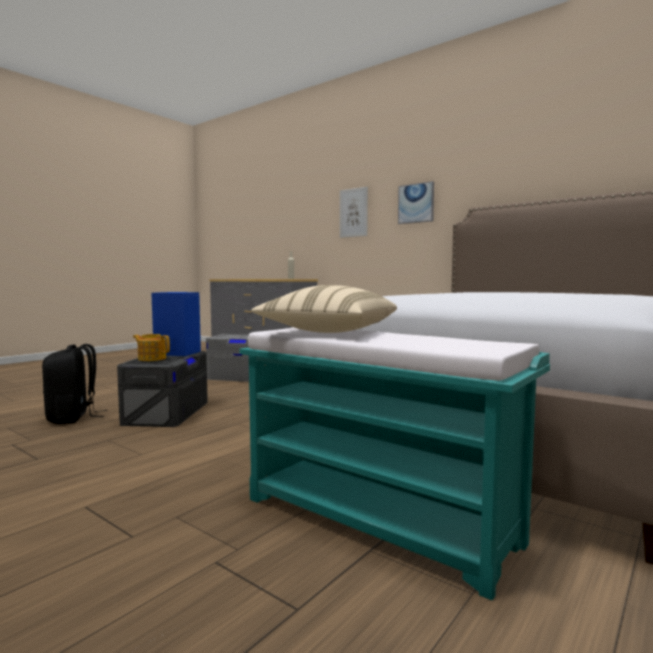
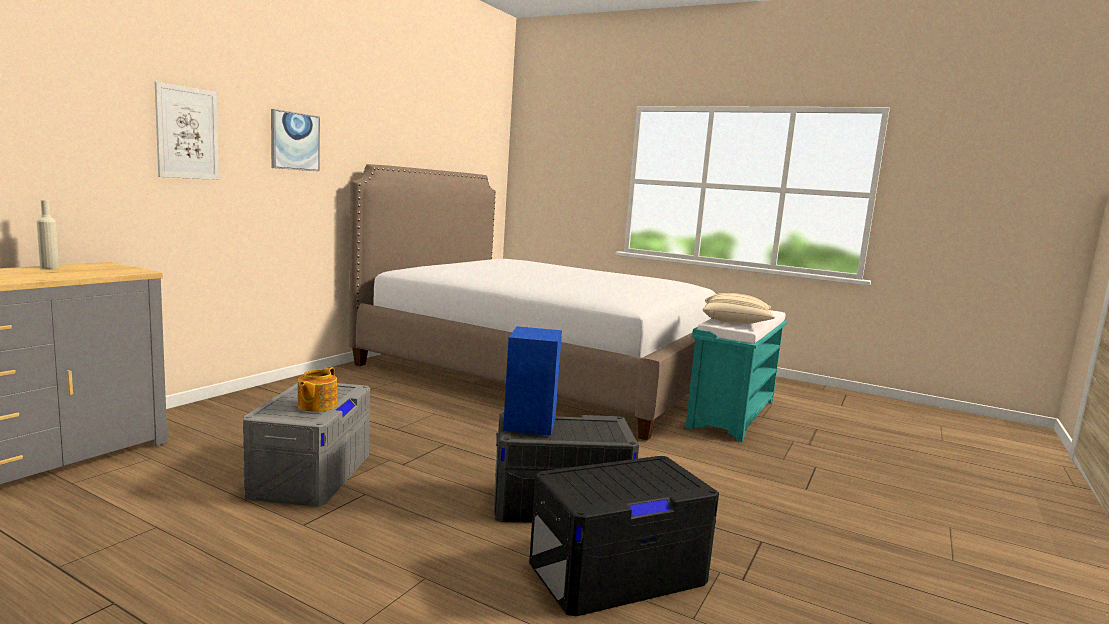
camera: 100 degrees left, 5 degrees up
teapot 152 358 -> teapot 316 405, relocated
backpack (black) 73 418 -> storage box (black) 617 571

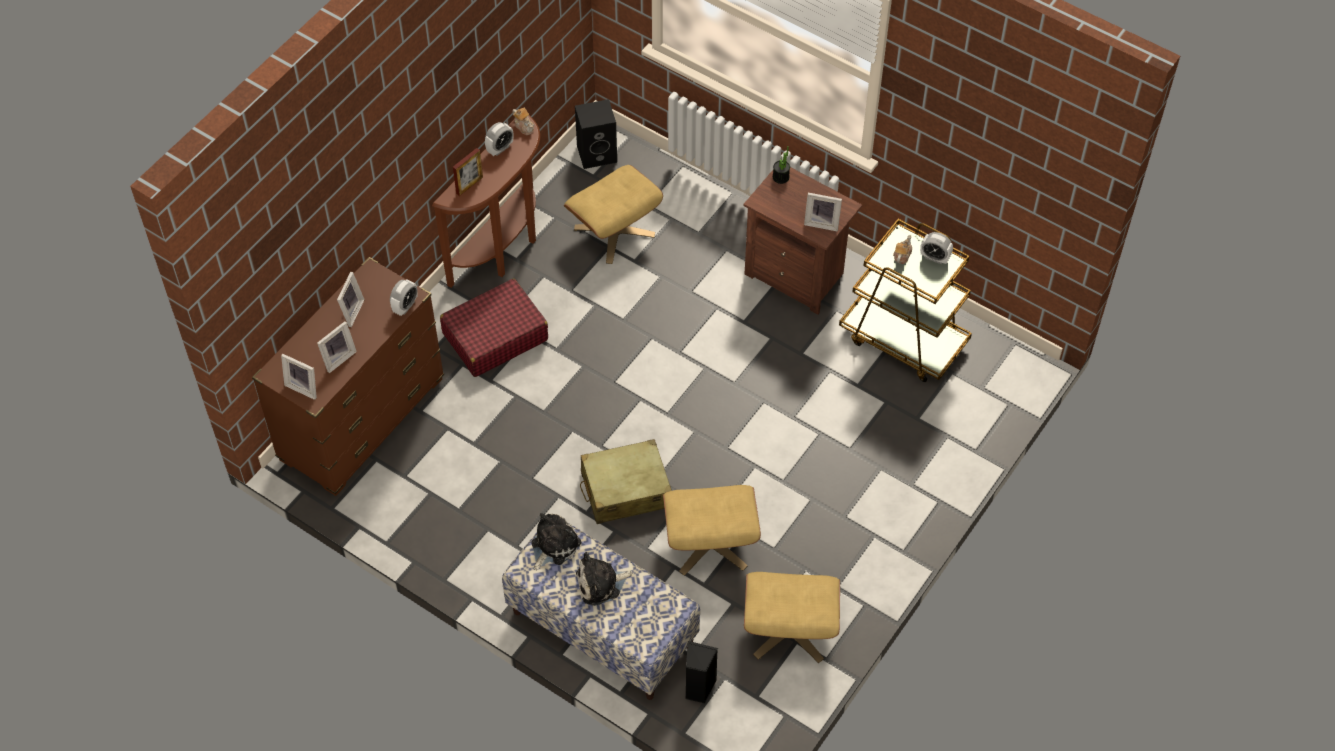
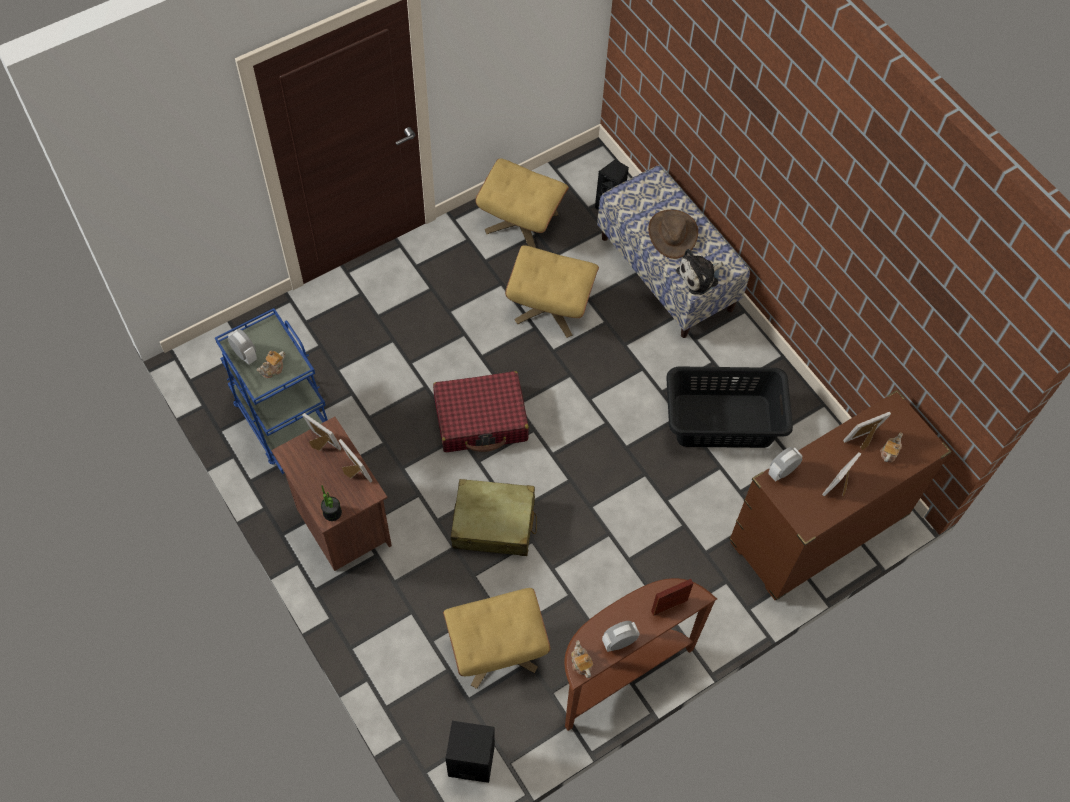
camera: 160 degrees left, 5 degrees up
none -> laundry basket (black) 723 422
none -> teapot 889 452
picture frame 304 386 -> picture frame 354 473, relocated
suitcase (red) 494 336 -> suitcase (red) 481 419, relocated
suitcase (beige) 625 490 -> suitcase (beige) 494 524, relocated
plush toy 601 584 -> hat (brown) 672 234
cart (brown) 904 339 -> cart (blue) 284 421

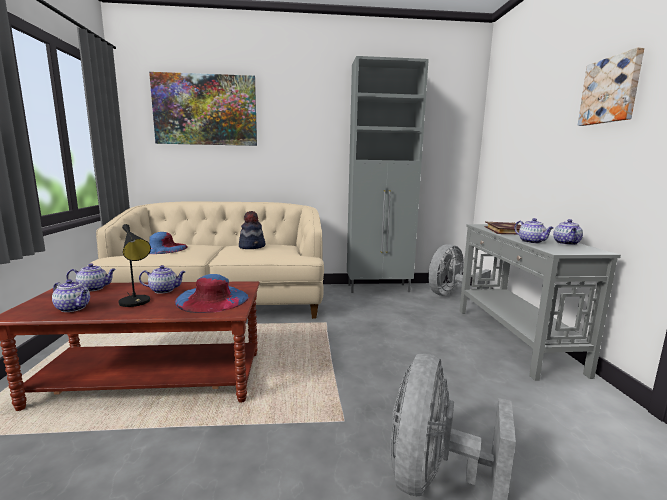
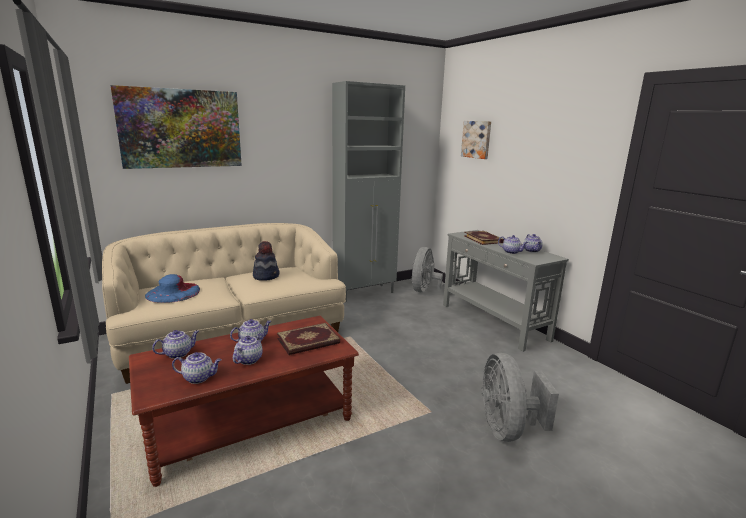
camera: 25 degrees left, 5 degrees up
picture 611 90 -> picture 477 139, relocated
table lamp (black) 137 303 -> teapot 249 359
hat (blue) 212 299 -> book 308 341

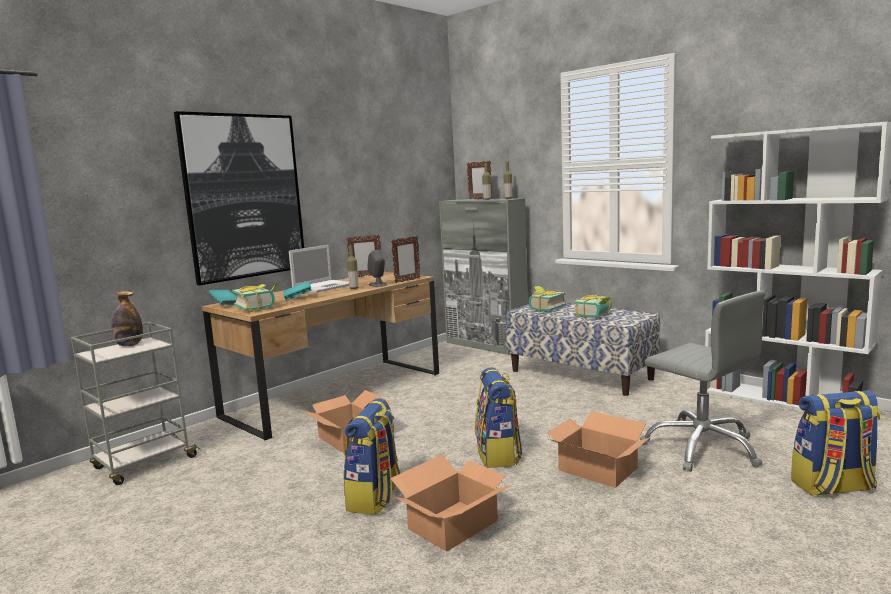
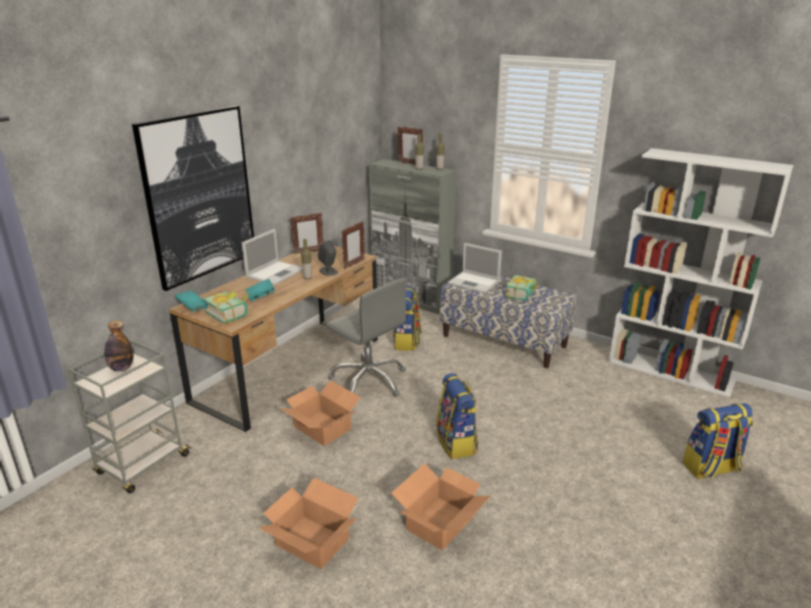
camera: 10 degrees left, 15 degrees up
backpack 376 498 -> backpack 407 342, relocated
cardboard box 598 470 -> cardboard box 312 542, relocated
office chair (grey) 702 447 -> office chair (grey) 369 381, relocated
book 544 308 -> laptop 474 282

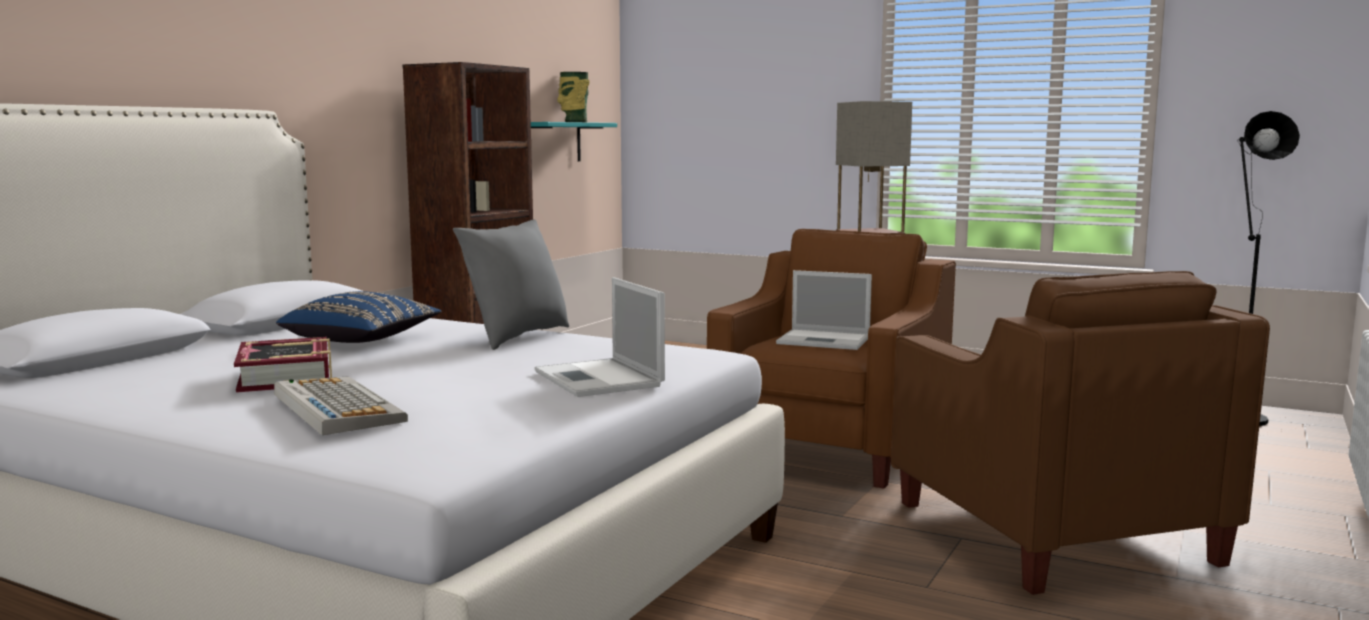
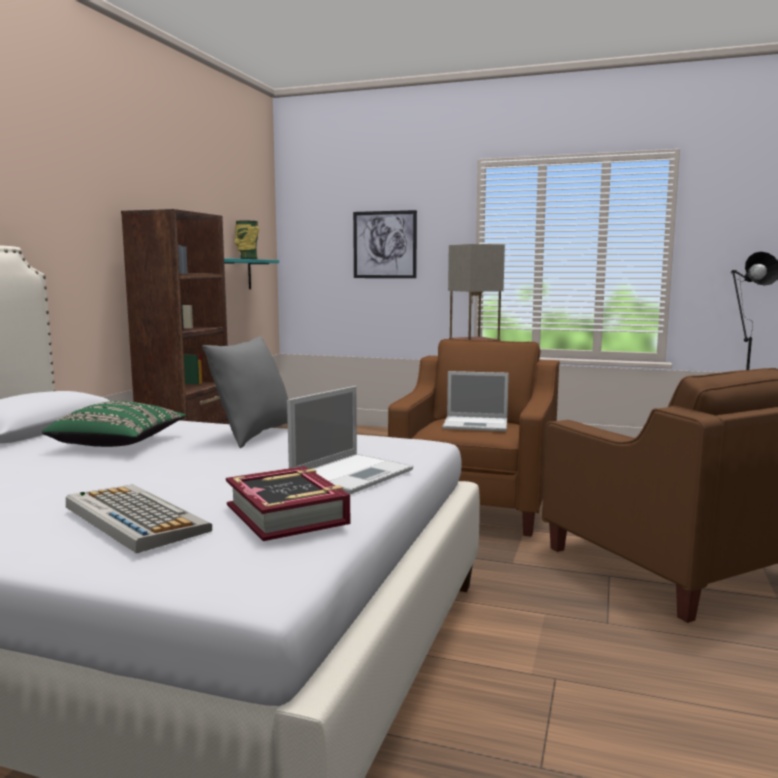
camera: 10 degrees left, 0 degrees up
none -> picture 384 244
book 286 377 -> book 287 514, relocated
pillow (blue) 362 340 -> pillow (green) 119 443
laptop 600 379 -> laptop 353 474, 105 degrees counterclockwise

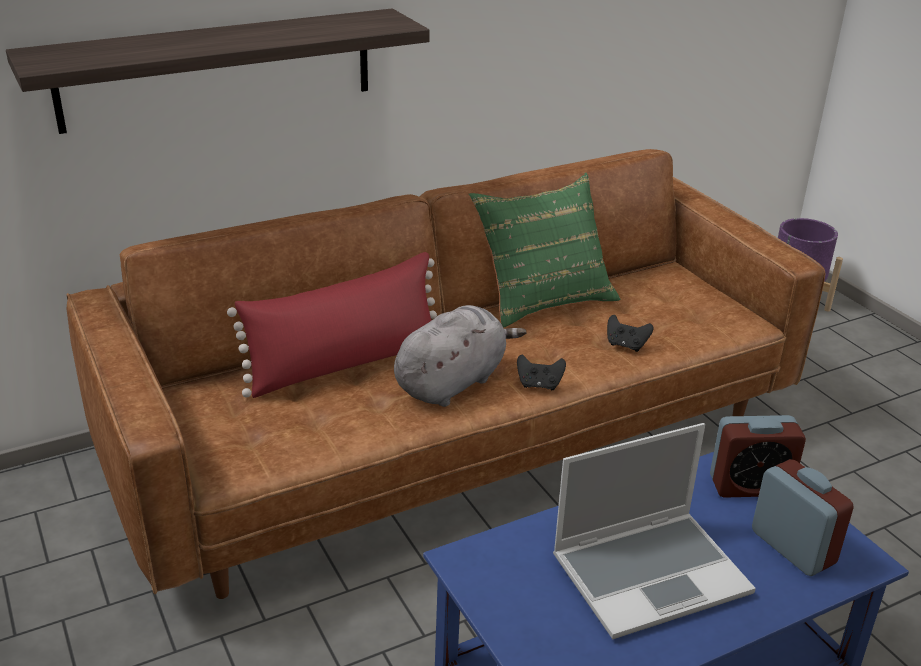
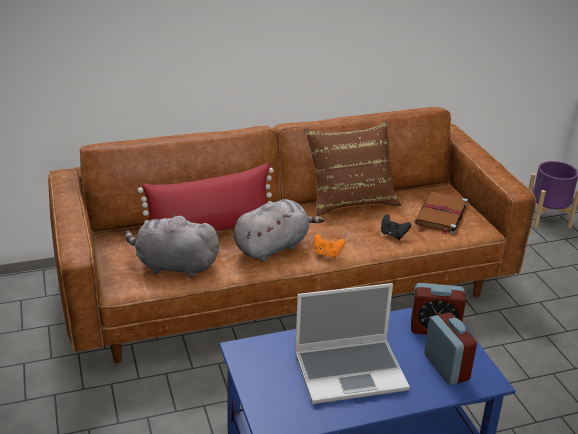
camera: 10 degrees right, 0 degrees up
shelf 218 69 -> none
none -> plush toy (grey) 174 266
none -> book (brown) 441 215
pillow (green) 543 298 -> pillow (brown) 350 200
game controller (black) 539 385 -> game controller (orange) 327 254

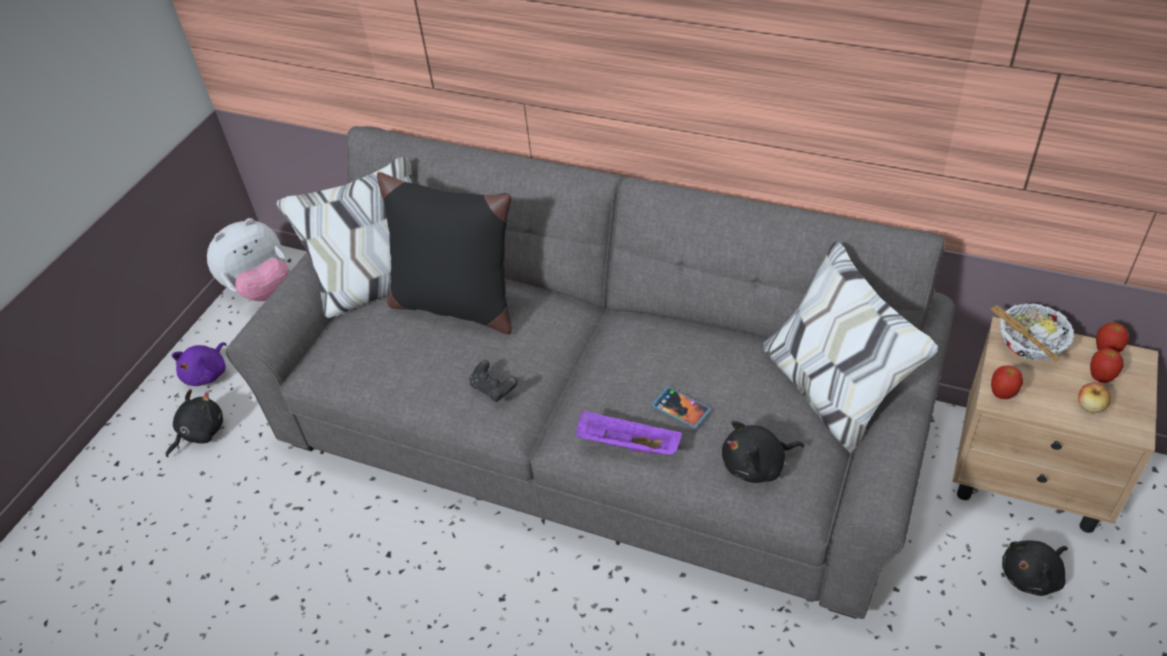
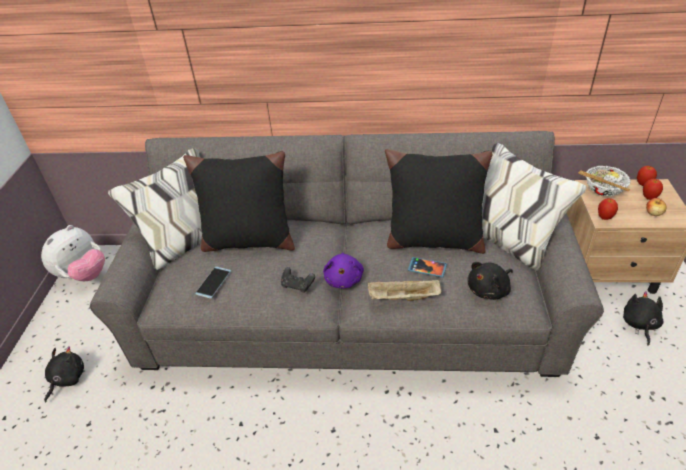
camera: 20 degrees left, 5 degrees down
none -> phone 213 282
none -> pillow (black) 433 240
plush toy (purple) 208 374 -> plush toy (purple) 344 279, relocated
tray (purple) 626 445 -> tray (beige) 403 298
plush toy (black) 1032 575 -> plush toy (black) 639 324, 150 degrees clockwise

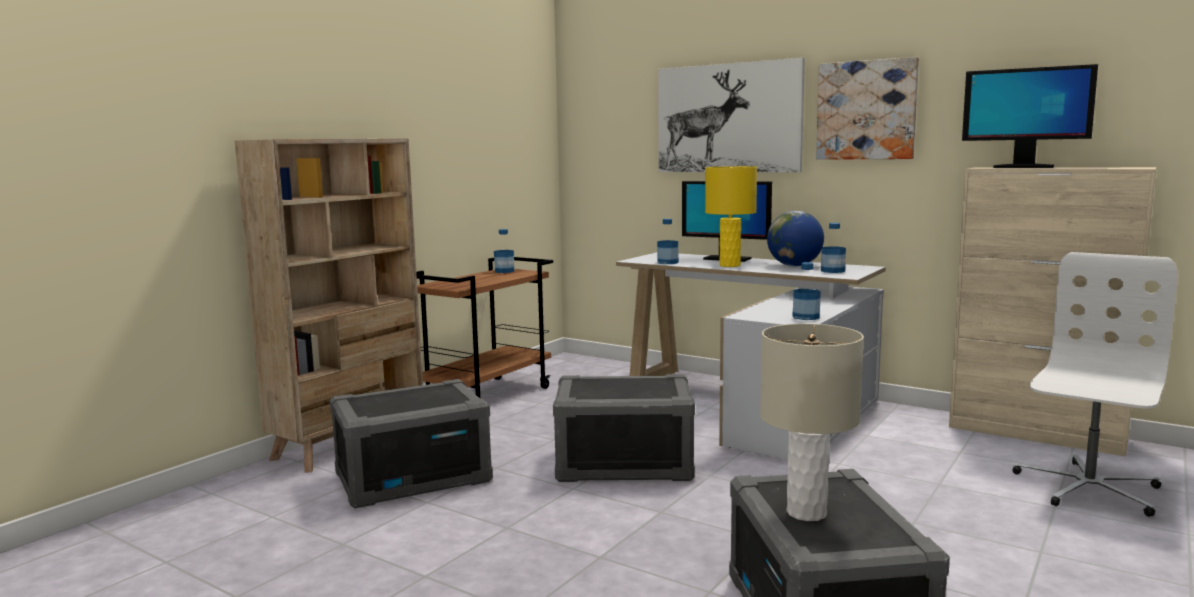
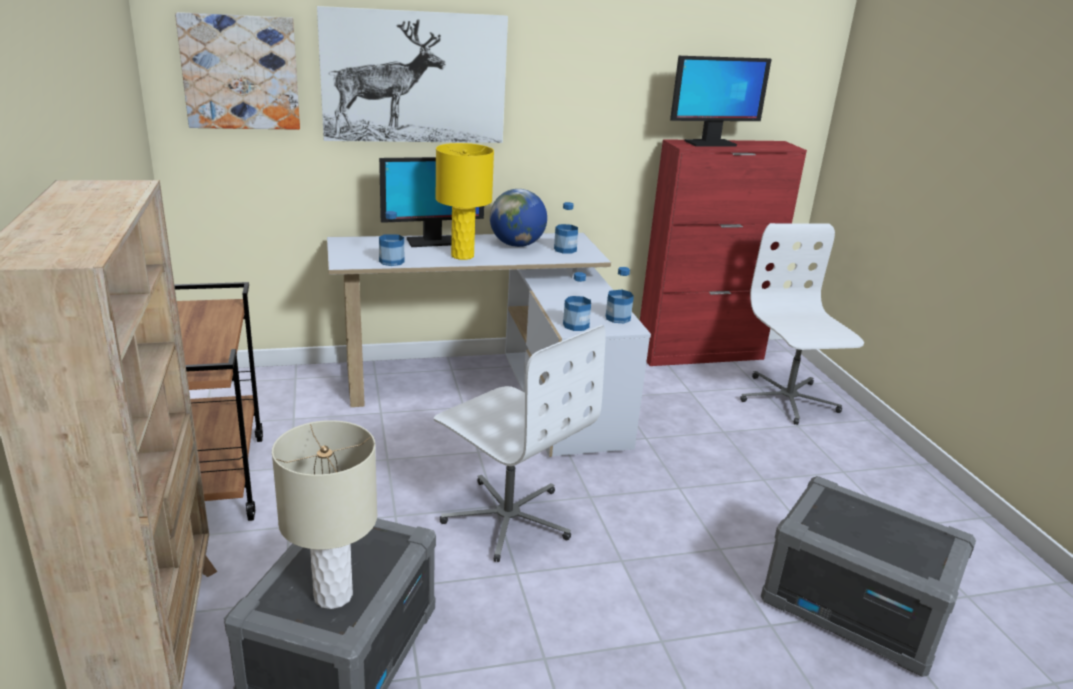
camera: 50 degrees left, 15 degrees up
bottle 504 271 -> bottle 576 325, relocated
table lamp (beige) 807 513 -> table lamp (beige) 334 595, relocated
picture 866 110 -> picture 240 72, relocated
storage box (grey) 623 464 -> office chair (white) 508 517
cabinet (beige) 1036 434 -> cabinet (red) 700 354

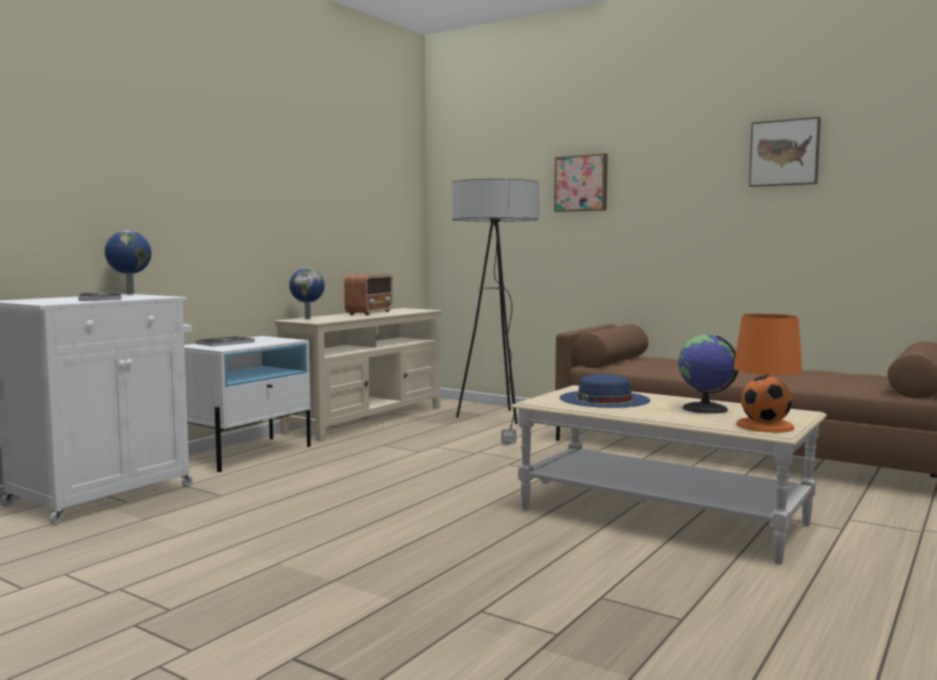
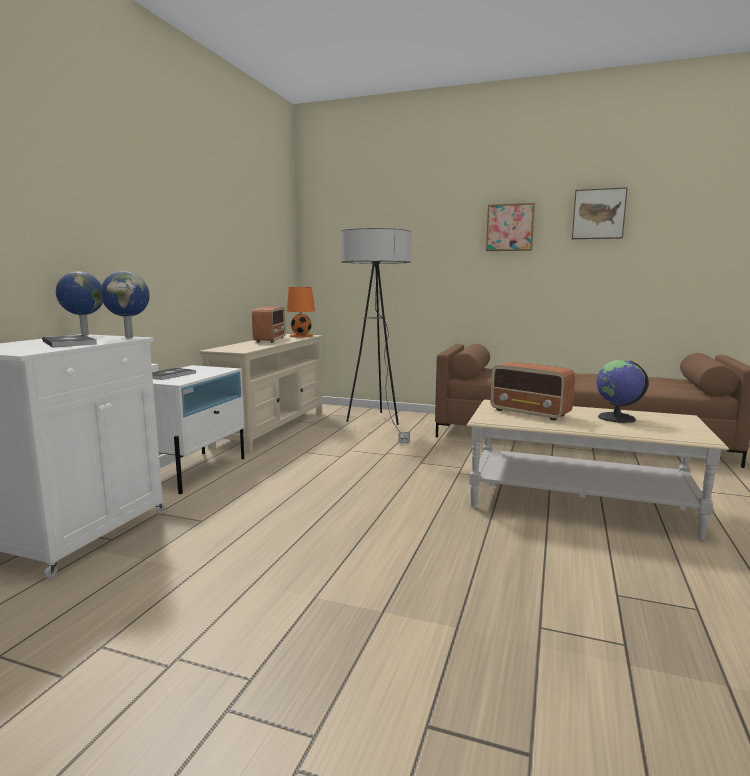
camera: 15 degrees left, 5 degrees up
globe 308 318 -> globe 129 337, relocated
picture 581 183 -> picture 510 227, relocated
table lamp (orange) 764 426 -> table lamp (orange) 301 336, relocated
hat (blue) 604 399 -> radio 530 413

